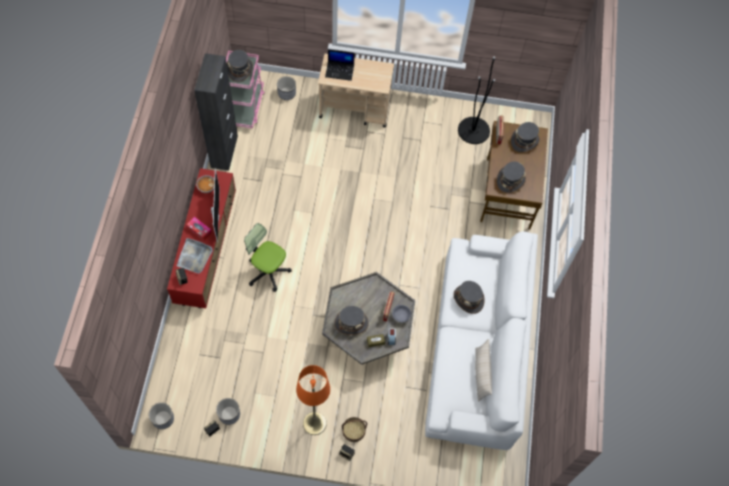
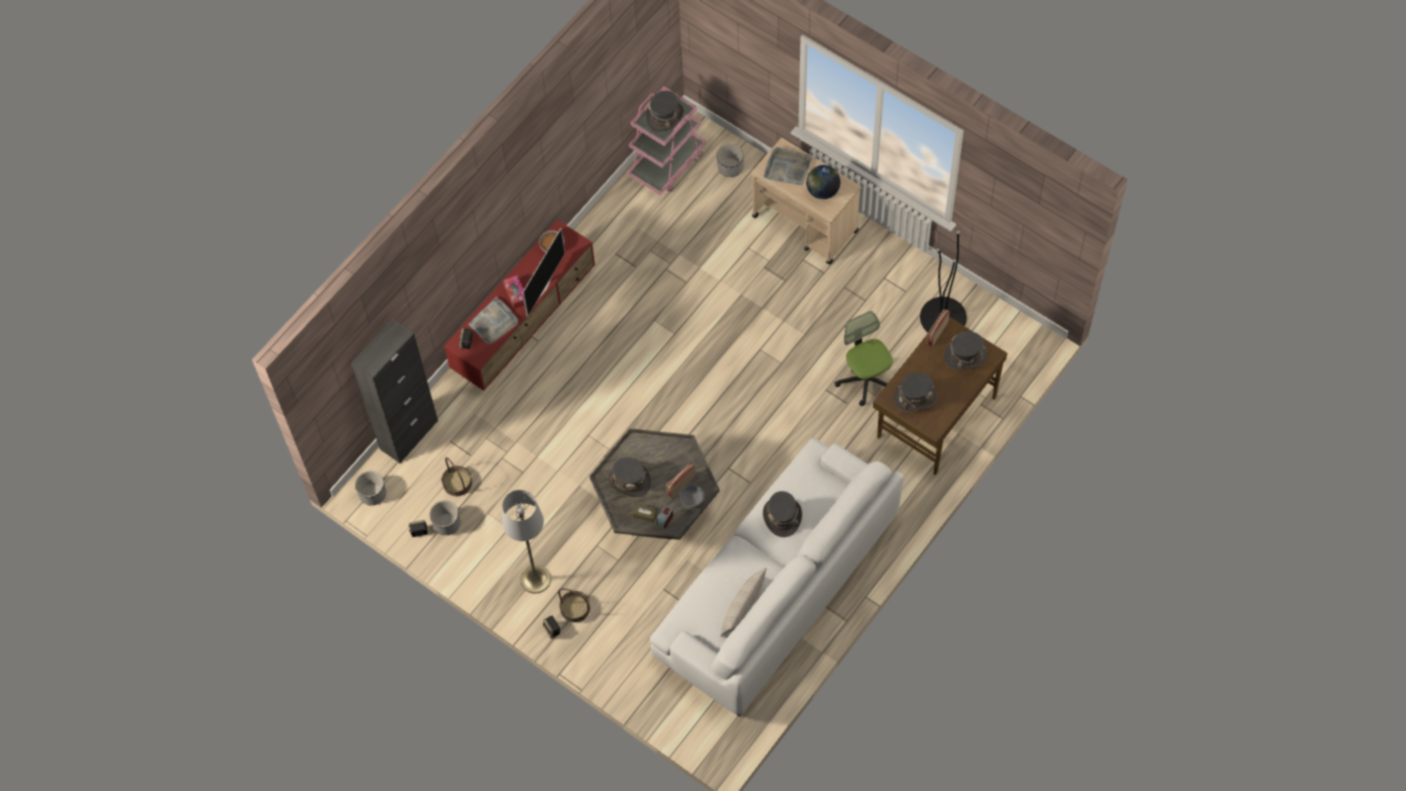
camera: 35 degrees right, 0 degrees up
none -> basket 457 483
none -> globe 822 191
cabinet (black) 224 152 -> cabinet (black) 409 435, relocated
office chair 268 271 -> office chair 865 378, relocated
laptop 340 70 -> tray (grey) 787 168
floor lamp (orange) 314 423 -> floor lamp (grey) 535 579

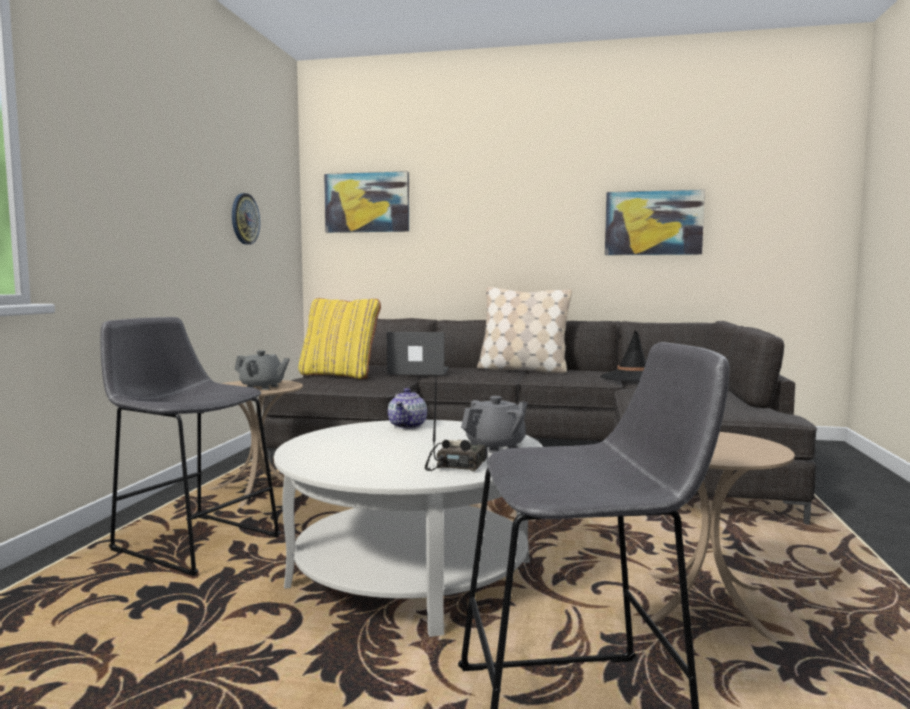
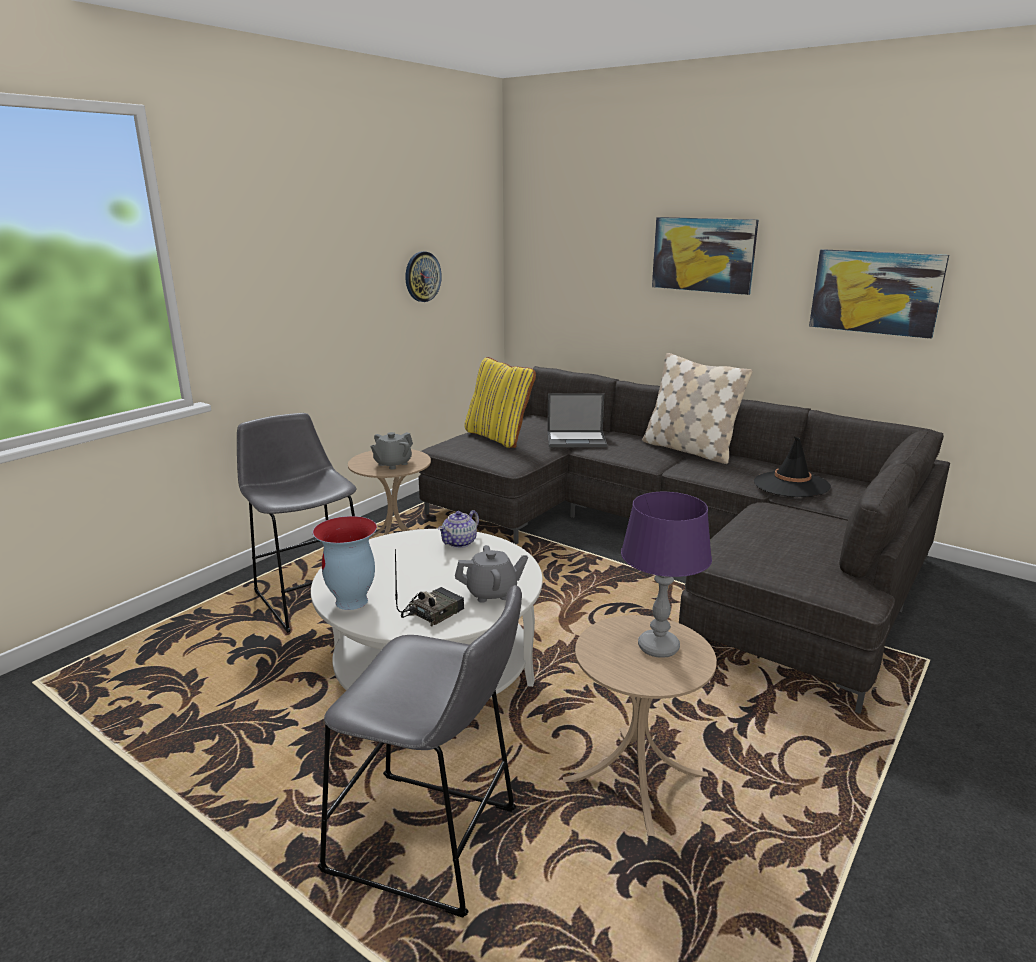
camera: 25 degrees right, 15 degrees up
none -> vase 352 602
none -> table lamp (purple) 658 648
picture 367 202 -> picture 703 254, relocated
teapot (grey) 262 387 -> teapot (grey) 392 464, 90 degrees clockwise
laptop 417 372 -> laptop 577 440, 150 degrees clockwise

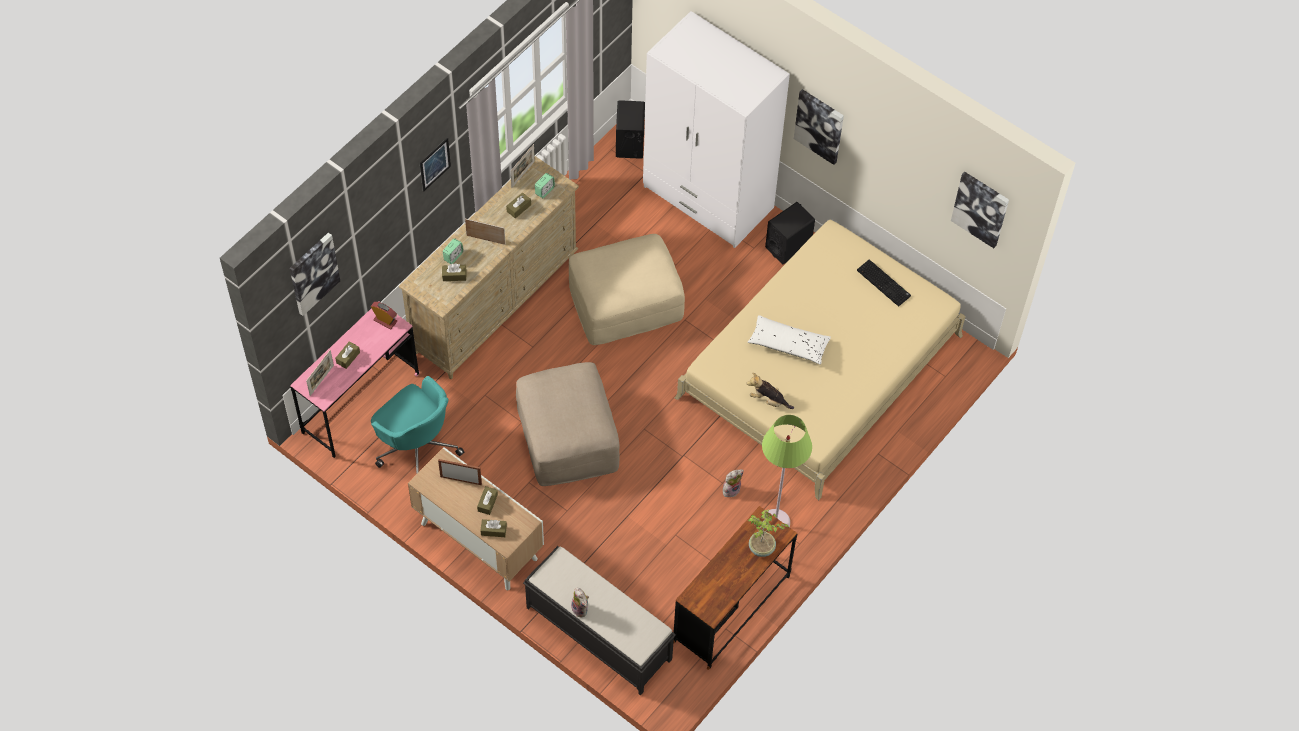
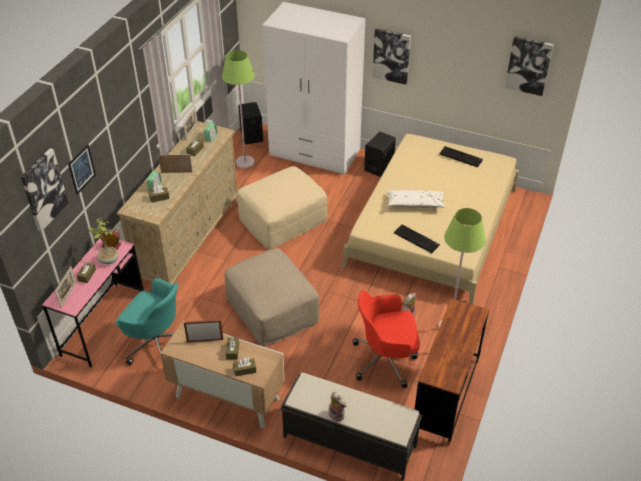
camera: 15 degrees left, 15 degrees down
none -> floor lamp (green) 245 162
none -> office chair (red) 386 360
picture 434 164 -> picture 81 169, relocated
potted plant 762 548 -> potted plant 109 260, relocated
plush toy 768 400 -> keyboard 417 239

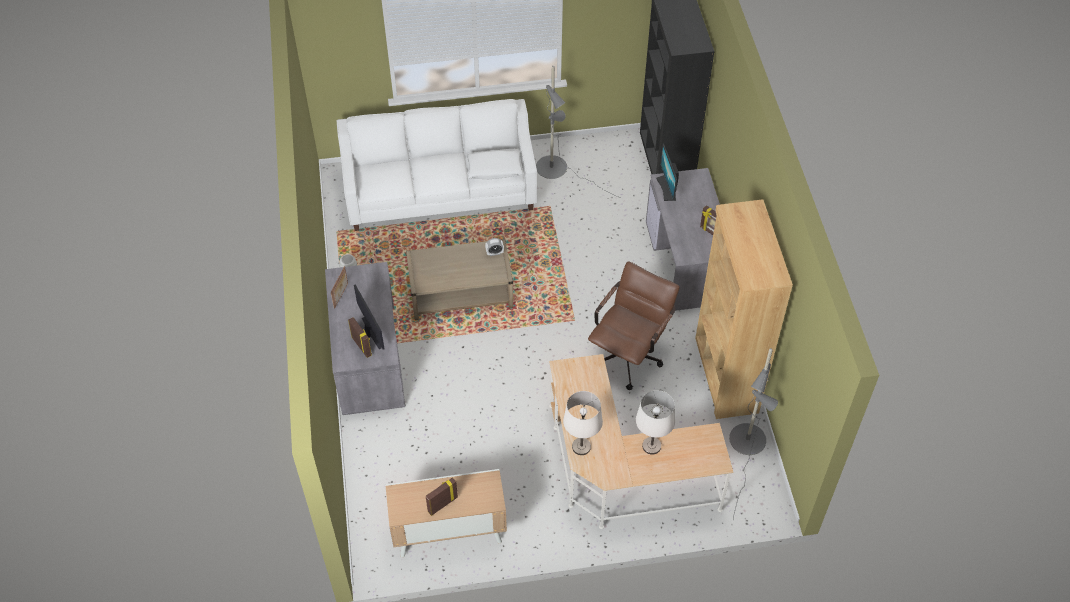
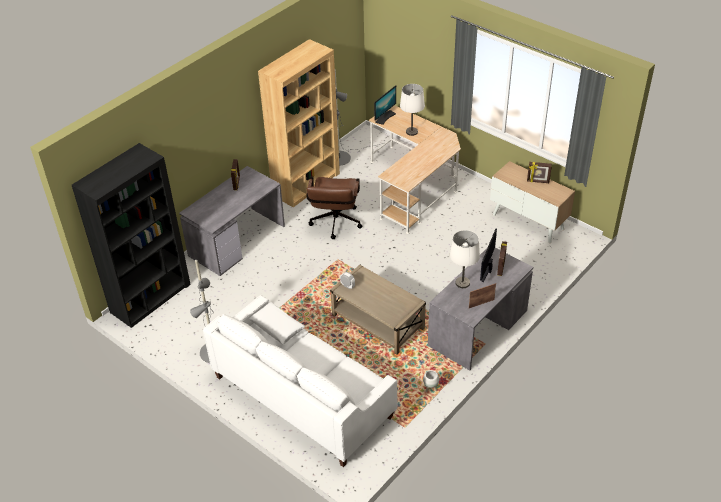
camera: 130 degrees left, 10 degrees down
table lamp (white) 581 447 -> table lamp (white) 462 283, relocated
monitor 667 188 -> monitor 384 117, relocated
office chair (brown) 629 354 -> office chair (brown) 335 225, 75 degrees counterclockwise

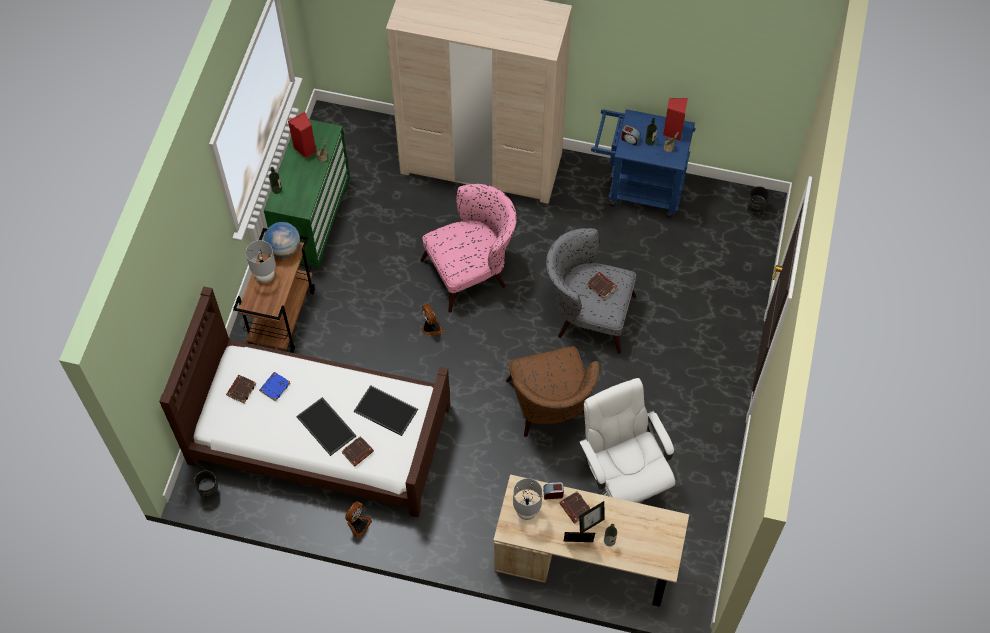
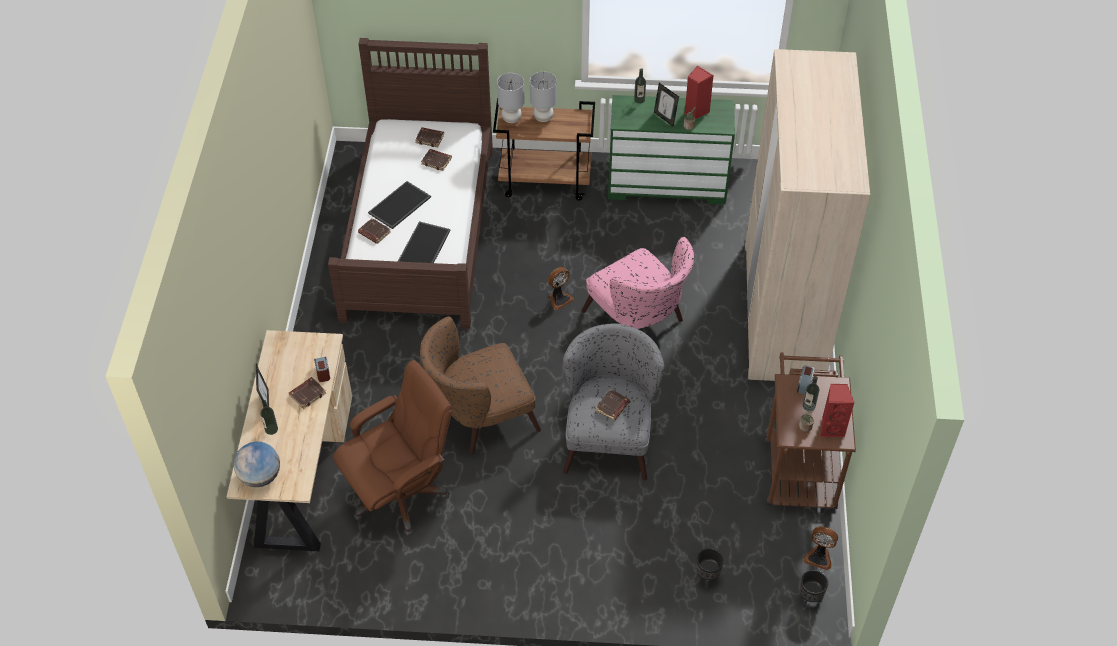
camera: 80 degrees right, 10 degrees down
planter (black) 210 492 -> planter (black) 707 578, relocated
globe 284 249 -> globe 260 476, relocated
fan 358 524 -> fan 819 557, relocated
table lamp (grey) 527 511 -> table lamp (grey) 511 119, relocated
picture frame 590 525 -> picture frame 665 118, relocated
book (blue) 275 387 -> book (brown) 437 161
office chair (white) 622 482 -> office chair (brown) 400 494
cart (blue) 638 188 -> cart (brown) 799 466

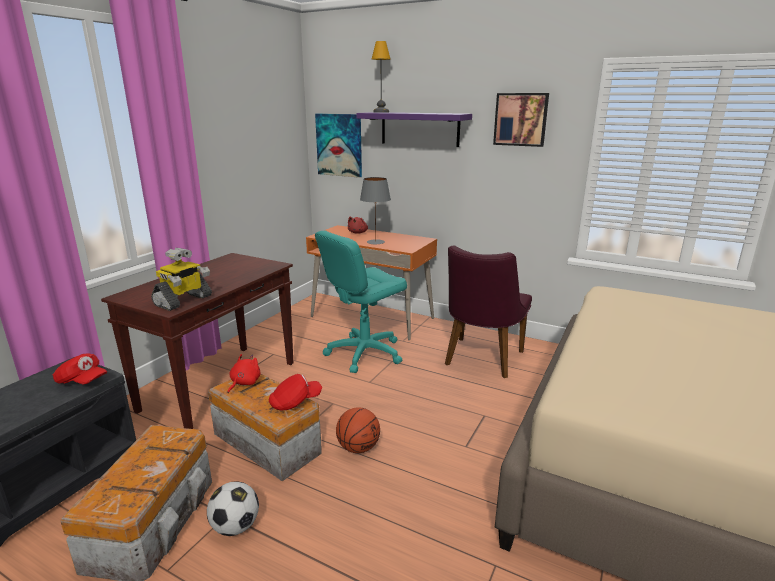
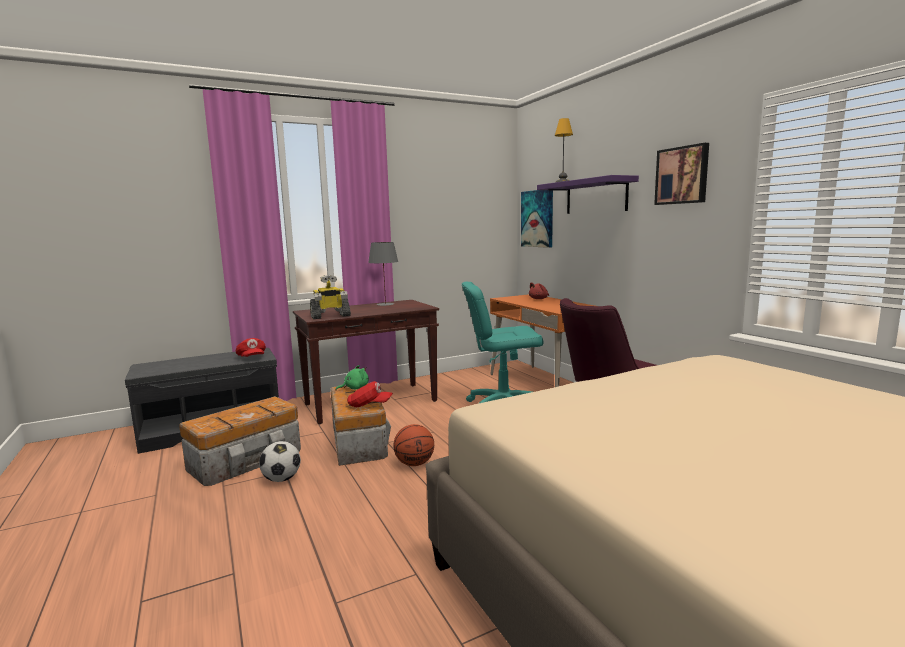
camera: 35 degrees right, 10 degrees down
table lamp (grey) 375 242 -> table lamp (grey) 385 304, relocated
plush toy (red) 244 383 -> plush toy (green) 355 388

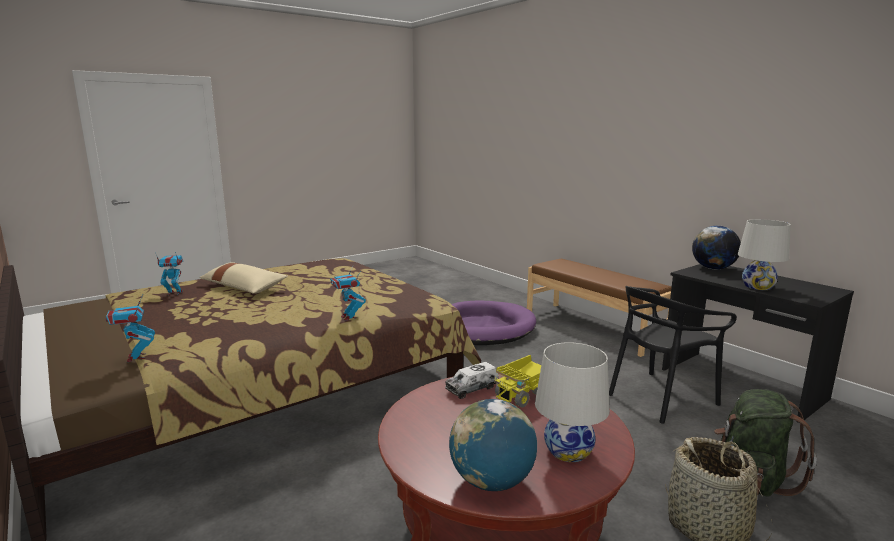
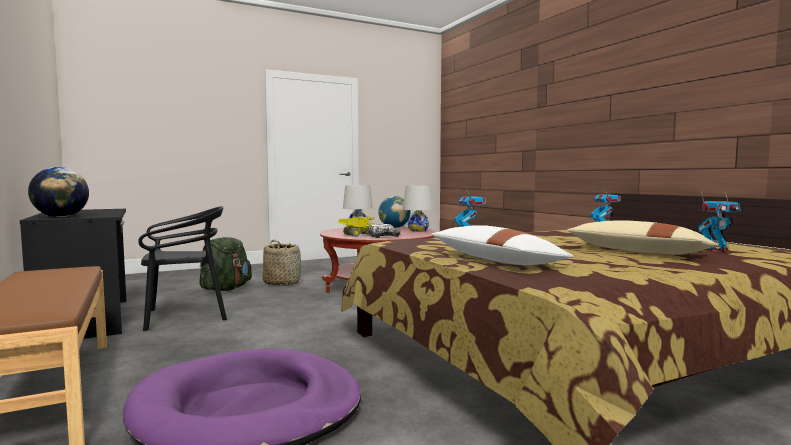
camera: 170 degrees left, 10 degrees down
none -> pillow (white) 495 261
table lamp (white) 757 287 -> table lamp (white) 418 230, relocated

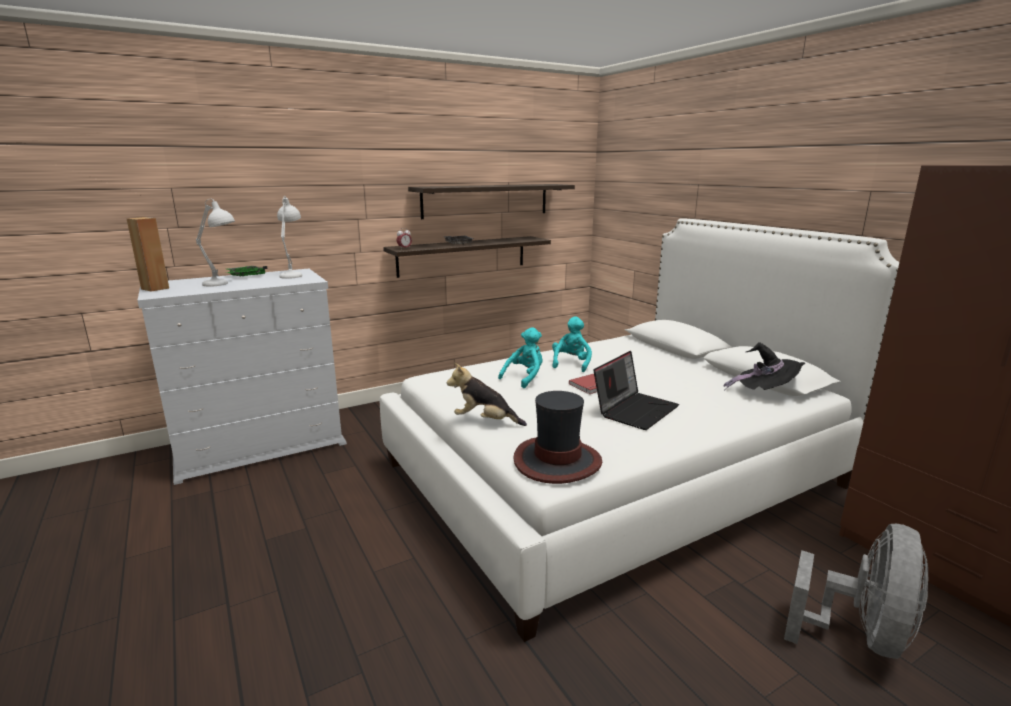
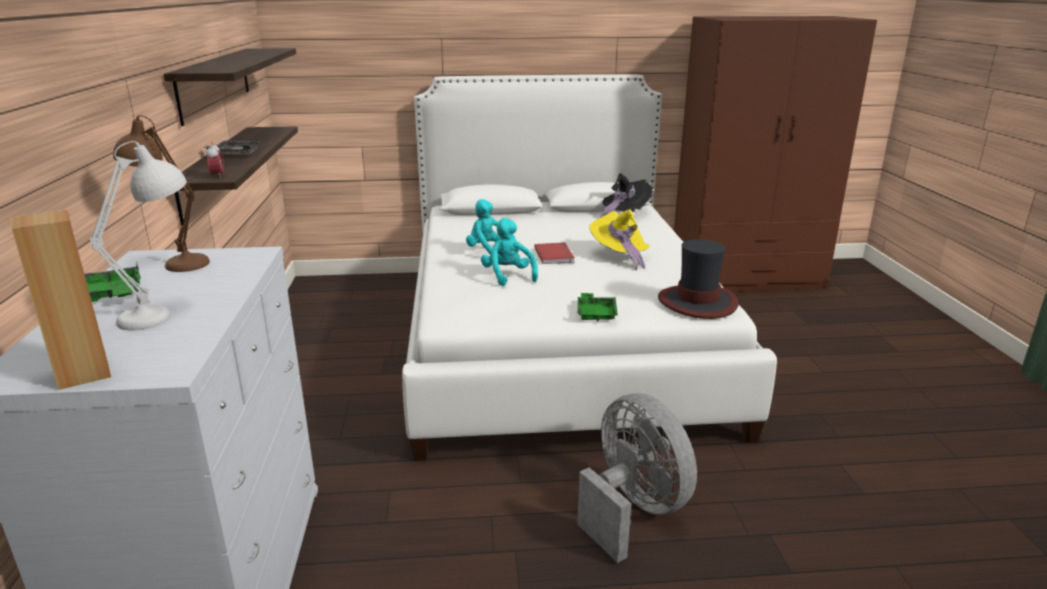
camera: 65 degrees left, 5 degrees up
fan (grey) 859 635 -> fan (grey) 633 510, relocated
plush toy 485 421 -> tray (green) 596 314
laptop 635 410 -> hat (yellow) 619 256
table lamp (white) 294 274 -> table lamp (brown) 174 262

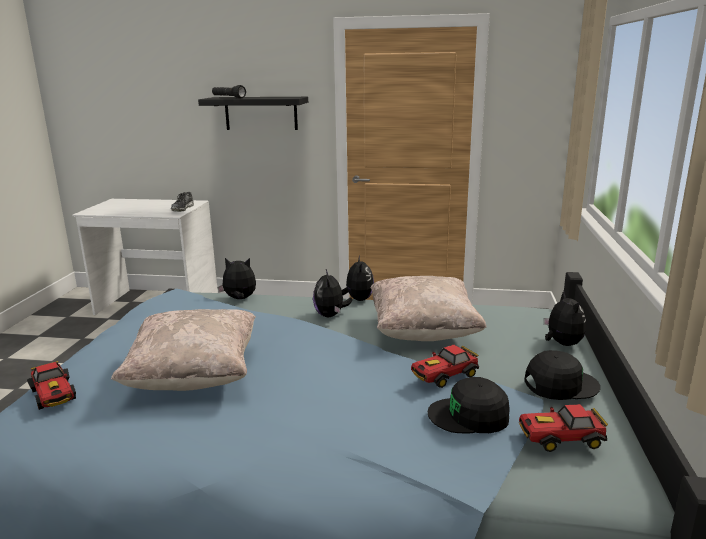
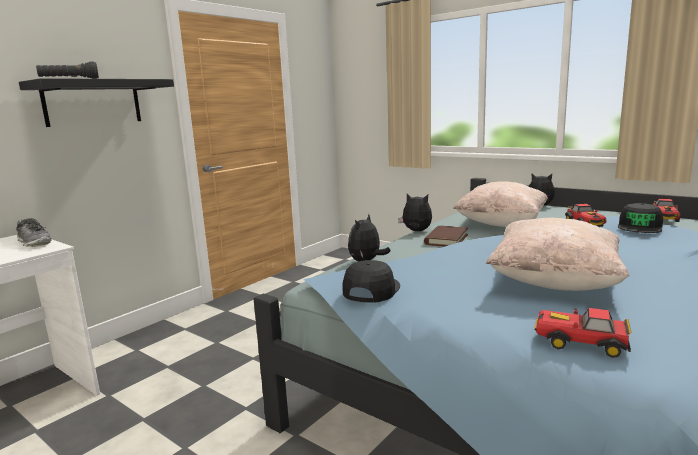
camera: 60 degrees left, 5 degrees down
cap (black) 560 384 -> cap (black) 371 290, relocated
plush toy 331 315 -> book (brown) 446 239
toy car 54 396 -> toy car 579 343, 150 degrees counterclockwise

